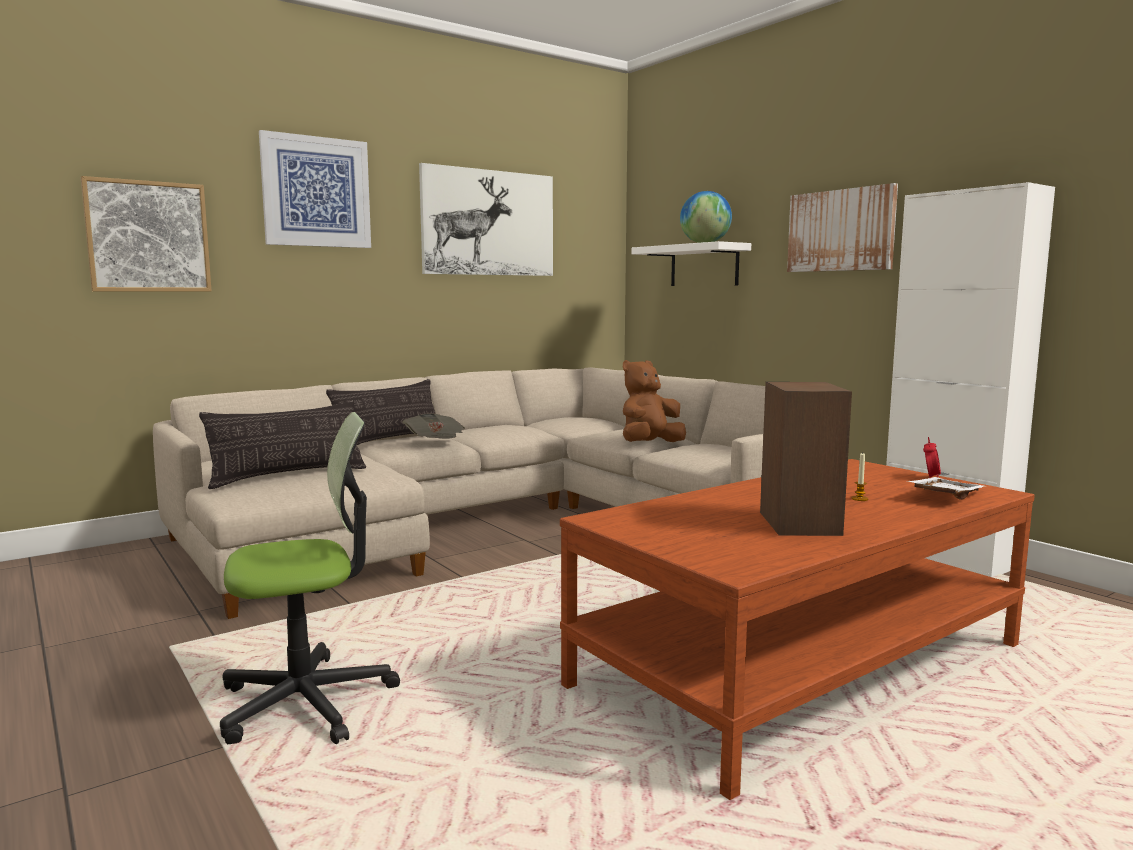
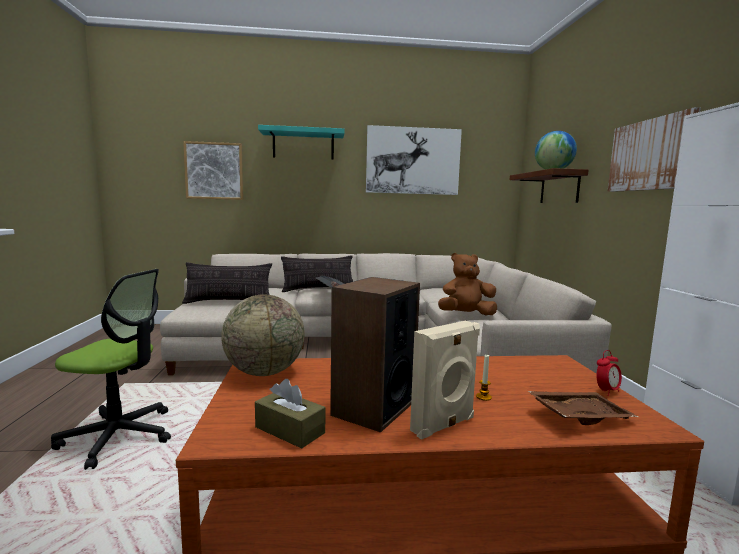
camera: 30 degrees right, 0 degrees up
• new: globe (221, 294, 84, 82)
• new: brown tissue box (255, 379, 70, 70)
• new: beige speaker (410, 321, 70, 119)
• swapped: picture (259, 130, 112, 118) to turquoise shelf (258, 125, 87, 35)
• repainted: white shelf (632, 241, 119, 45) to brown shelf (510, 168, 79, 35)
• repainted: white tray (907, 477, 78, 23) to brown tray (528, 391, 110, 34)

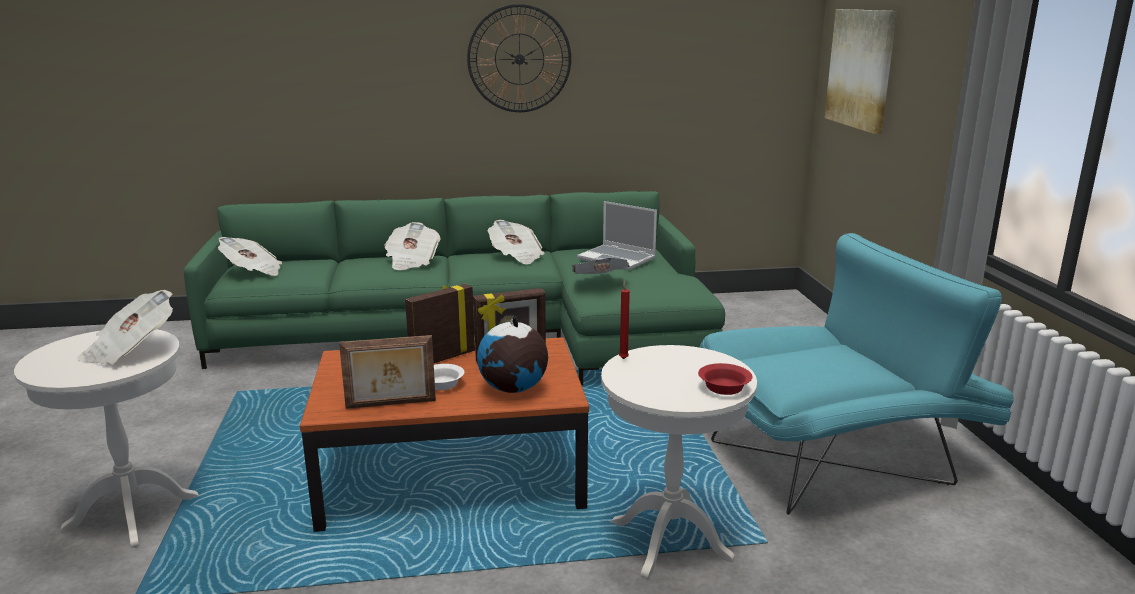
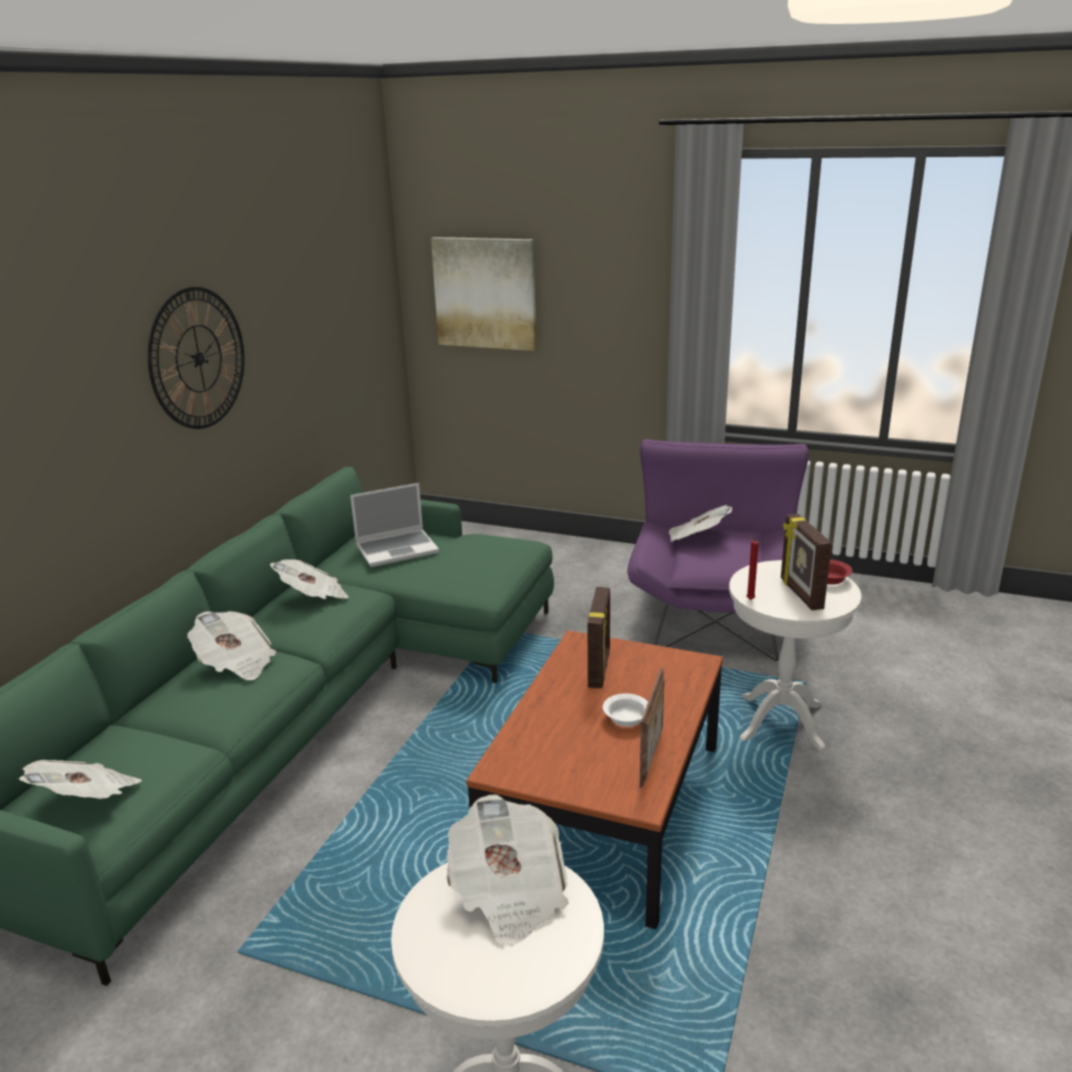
camera: 60 degrees left, 5 degrees up
• gone: globe (477, 315, 71, 78)
• shifted: picture frame (405, 284, 70, 79) to (781, 514, 51, 97)
• shifted: newspaper (571, 258, 59, 16) to (669, 505, 63, 37)
• repainted: turquoise armchair (700, 233, 314, 282) to purple armchair (627, 439, 182, 222)

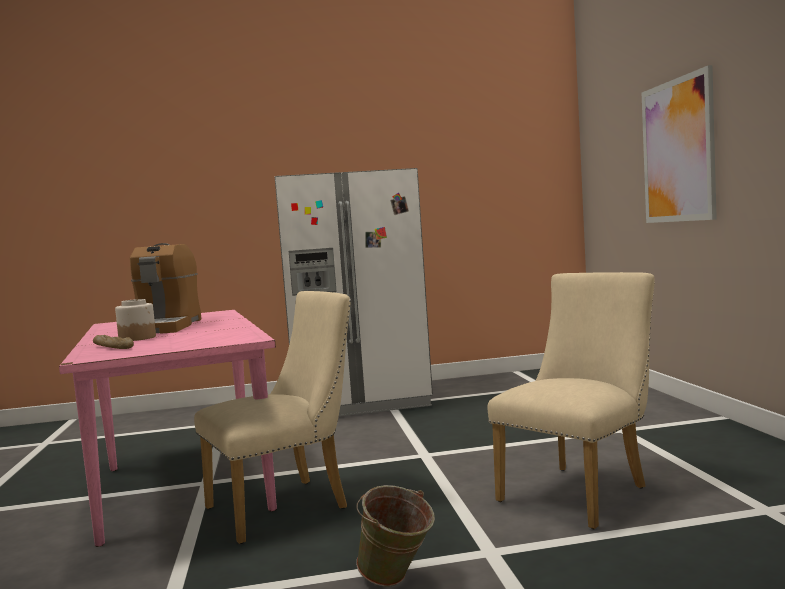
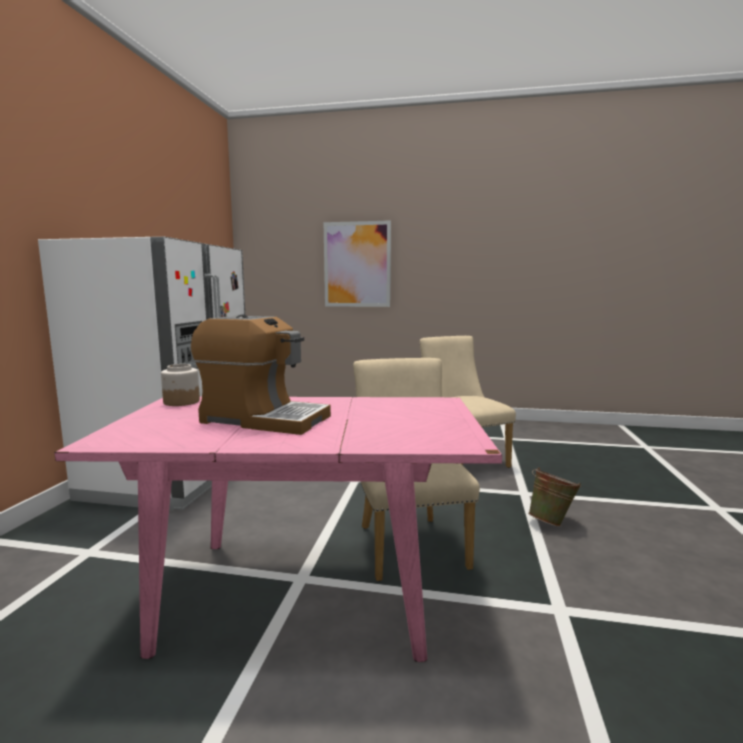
camera: 70 degrees left, 5 degrees up
• gone: bread (93, 335, 41, 14)
• shifted: jar (115, 299, 41, 42) to (161, 364, 39, 42)

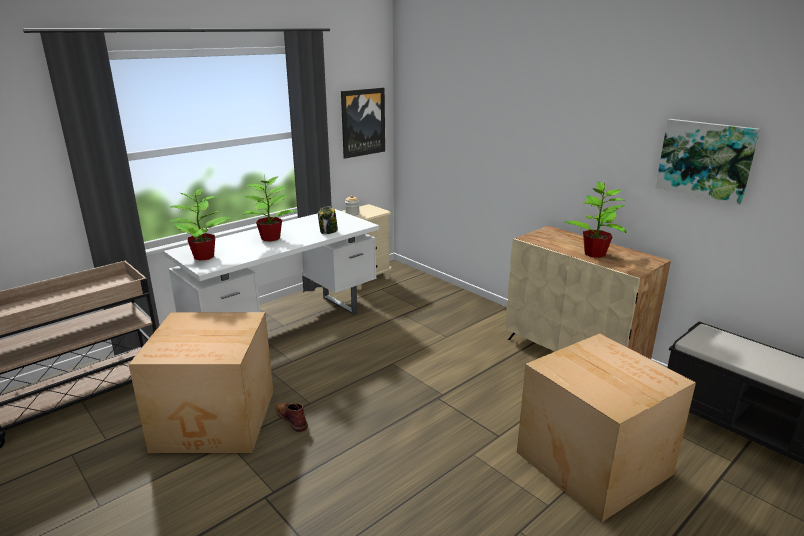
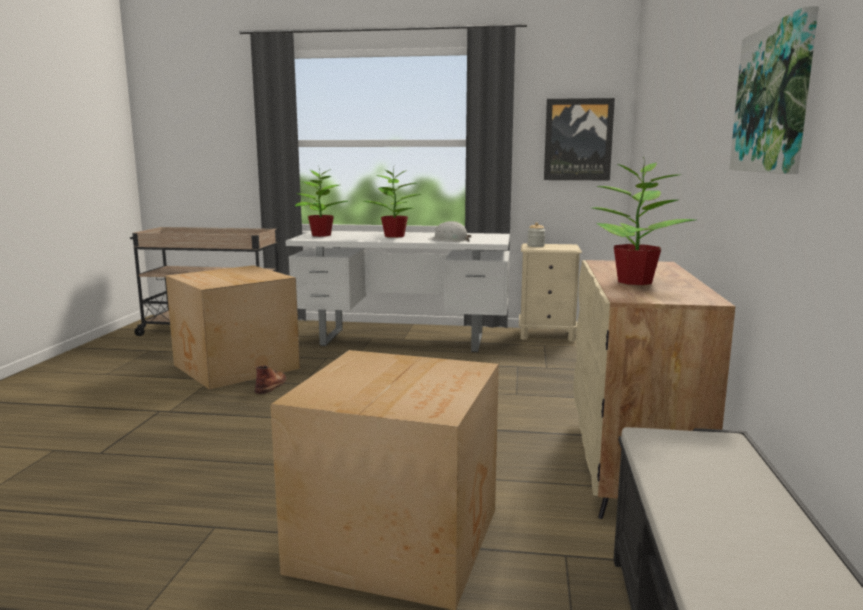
camera: 50 degrees right, 10 degrees down
• swapped: jar (318, 206, 20, 28) to white hard hat (428, 221, 43, 21)

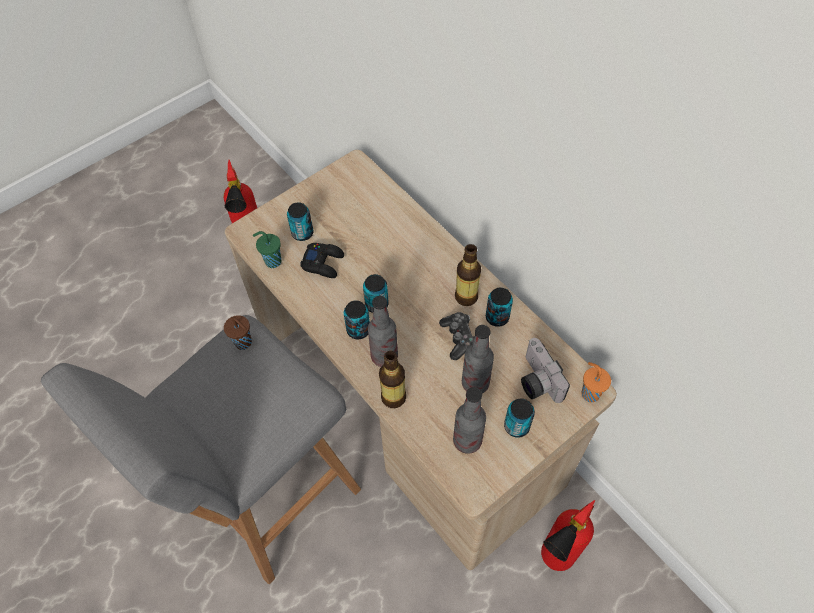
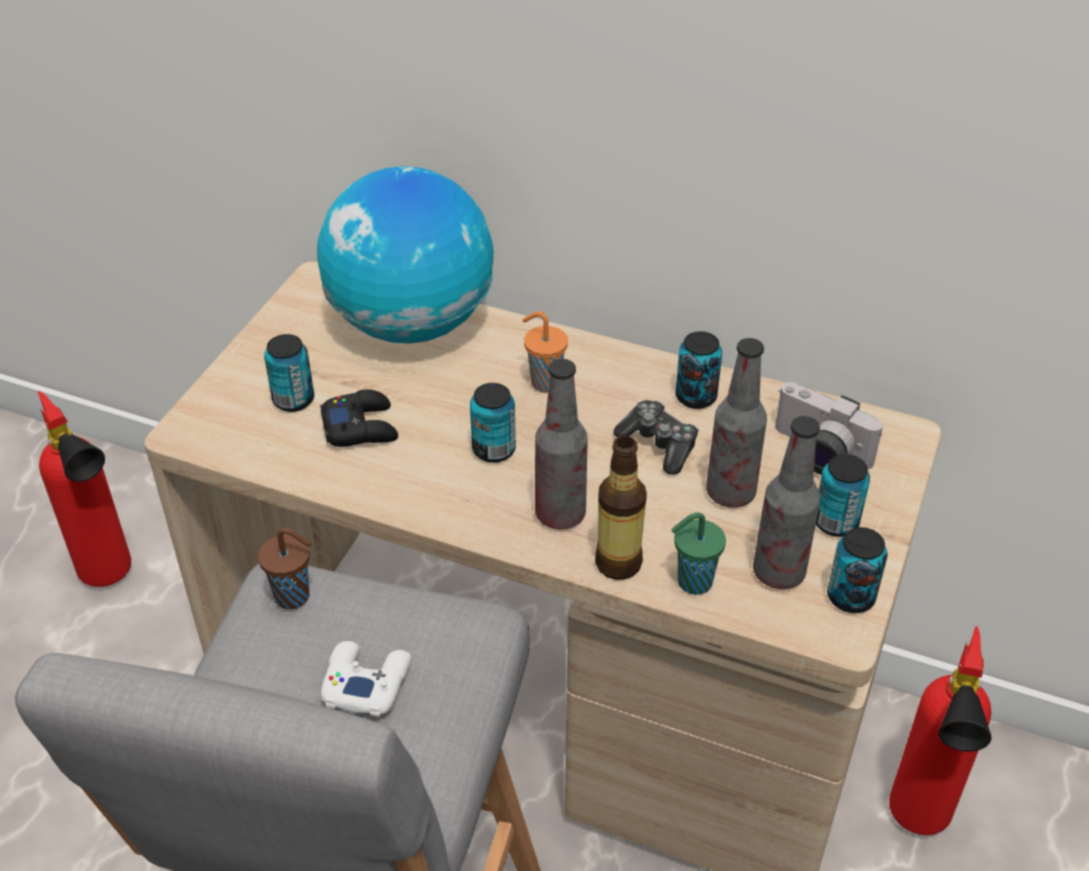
camera: 30 degrees left, 15 degrees down
• gone: bottle (455, 244, 26, 62)
• new: globe (317, 166, 177, 178)
• new: white game controller (321, 641, 90, 76)
• shifted: green cup (253, 231, 29, 37) to (671, 512, 55, 83)
• shifted: can (344, 300, 26, 39) to (827, 527, 61, 86)
• shifted: orange cup (582, 362, 29, 40) to (522, 311, 46, 82)

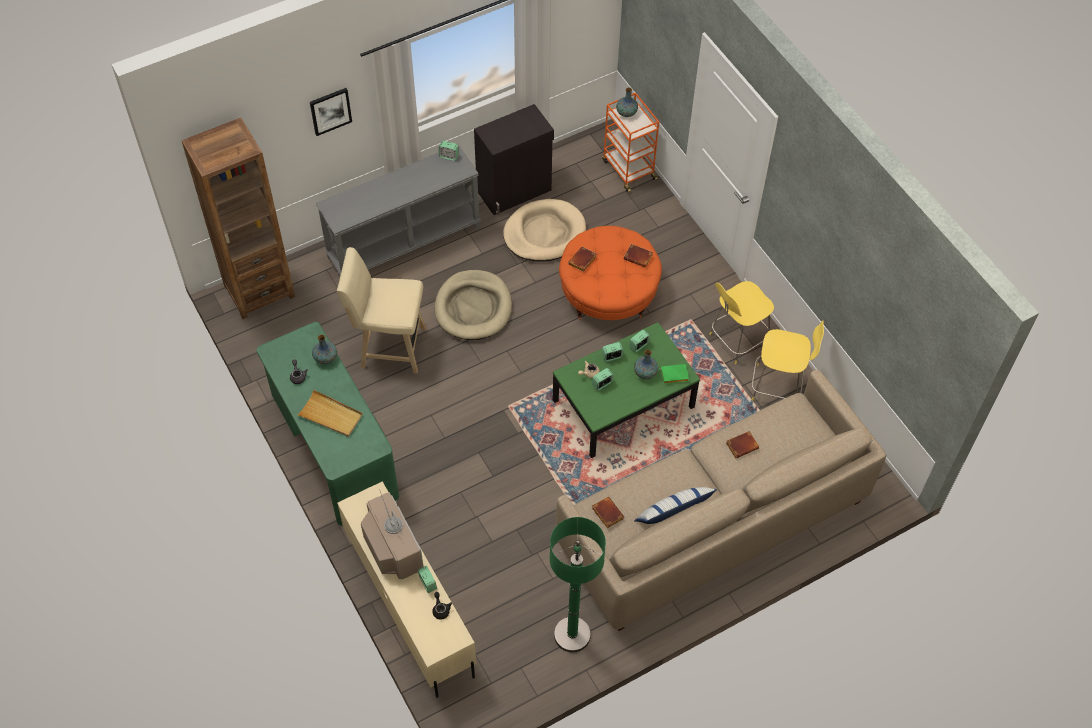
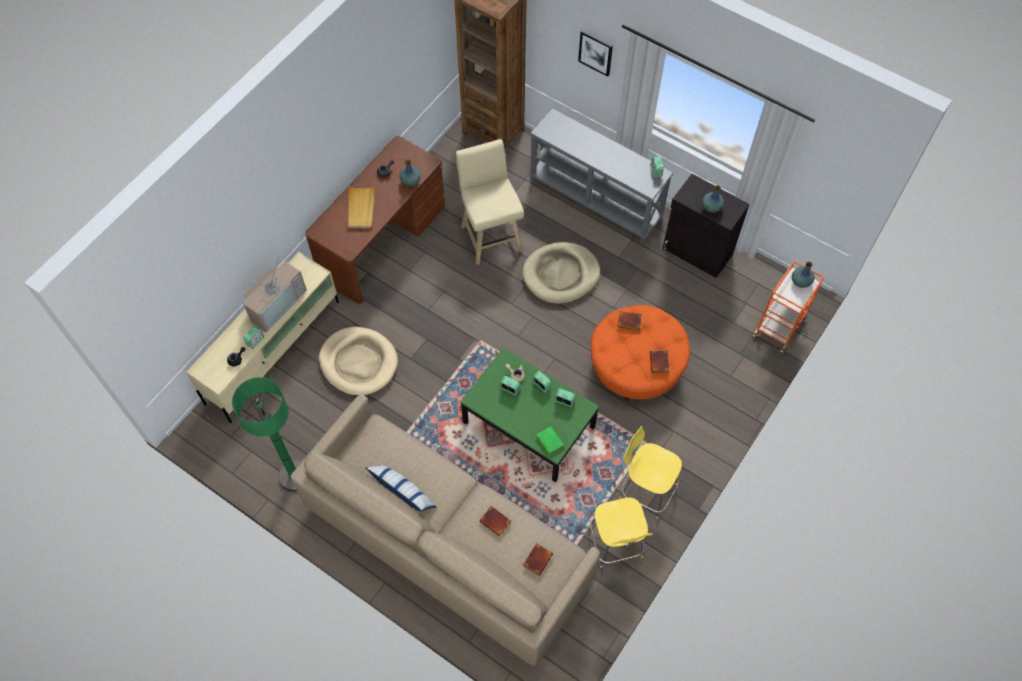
camera: 65 degrees right, 5 degrees up
• shifted: beige dog bed (503, 199, 83, 63) to (319, 327, 79, 69)
• shifted: brown book (592, 497, 32, 31) to (523, 543, 30, 33)
• shifted: vase (634, 350, 24, 29) to (702, 186, 22, 27)
• repainted: green desk (256, 322, 143, 204) to brown desk (306, 136, 139, 168)

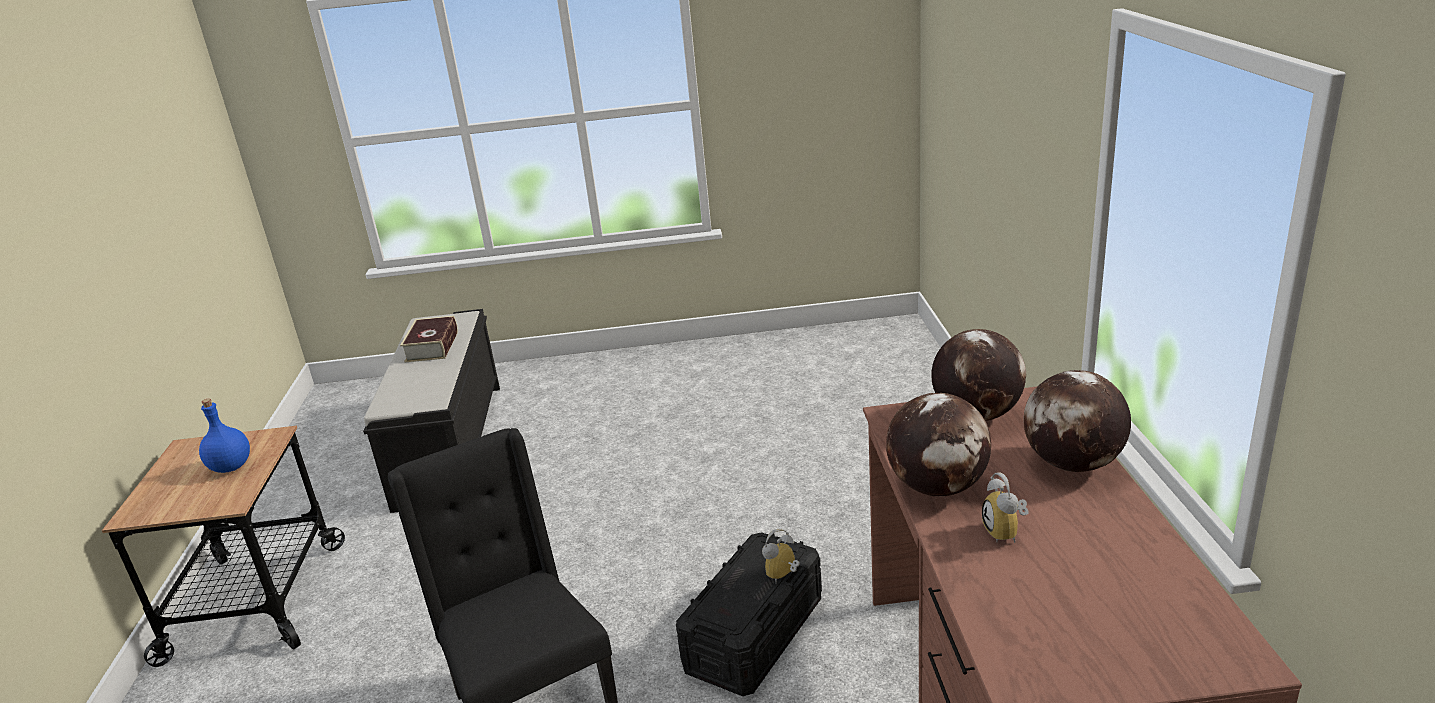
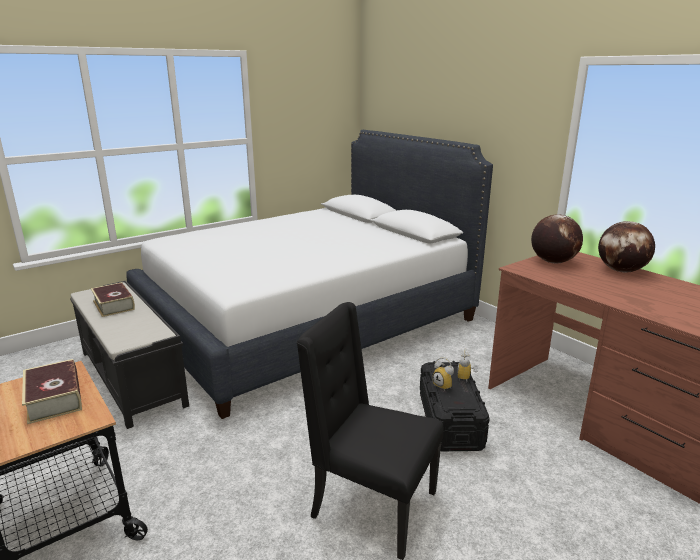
camera: 35 degrees left, 5 degrees down
• gone: globe (886, 393, 105, 103)
• new: white bed (126, 130, 367, 289)
• shifted: alarm clock (982, 472, 47, 71) to (432, 357, 22, 33)
• swapped: blue bottle (199, 399, 51, 74) to book (22, 359, 60, 65)

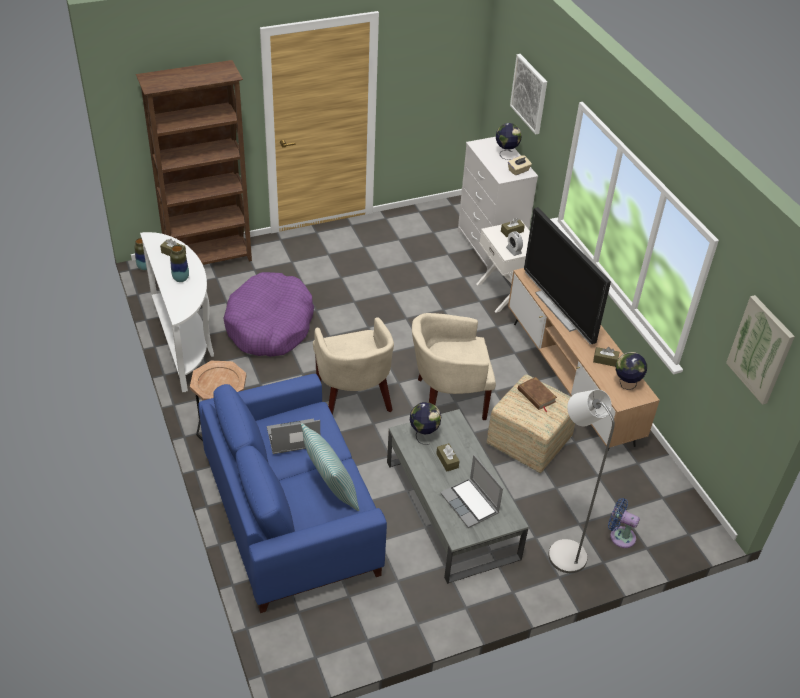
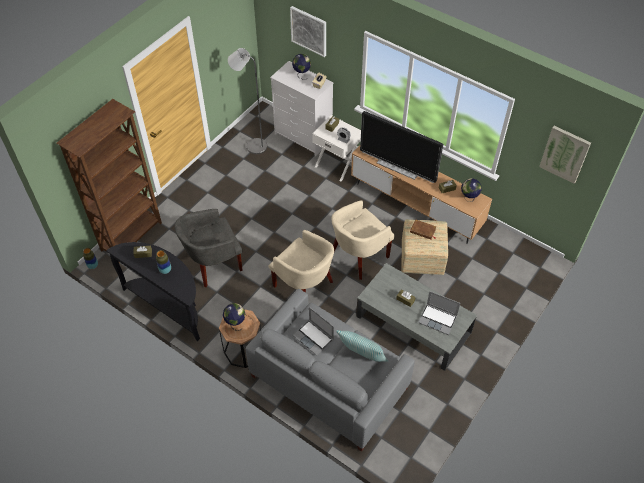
camera: 30 degrees left, 10 degrees up
• gone: blue fan (608, 498, 32, 50)
• shifted: globe (410, 402, 31, 43) to (223, 303, 22, 28)
• shifted: grey floor lamp (548, 389, 67, 184) to (228, 48, 39, 106)
• swapped: purple dog bed (224, 272, 90, 85) to grey armchair (175, 209, 67, 79)
• repainted: white console table (140, 232, 74, 160) to black console table (106, 242, 94, 99)
• repainted: blue sofa (198, 374, 189, 239) to grey sofa (246, 289, 169, 163)
• rotated: laptop (267, 419, 53, 35) = (293, 307, 41, 49) 90 degrees counterclockwise

